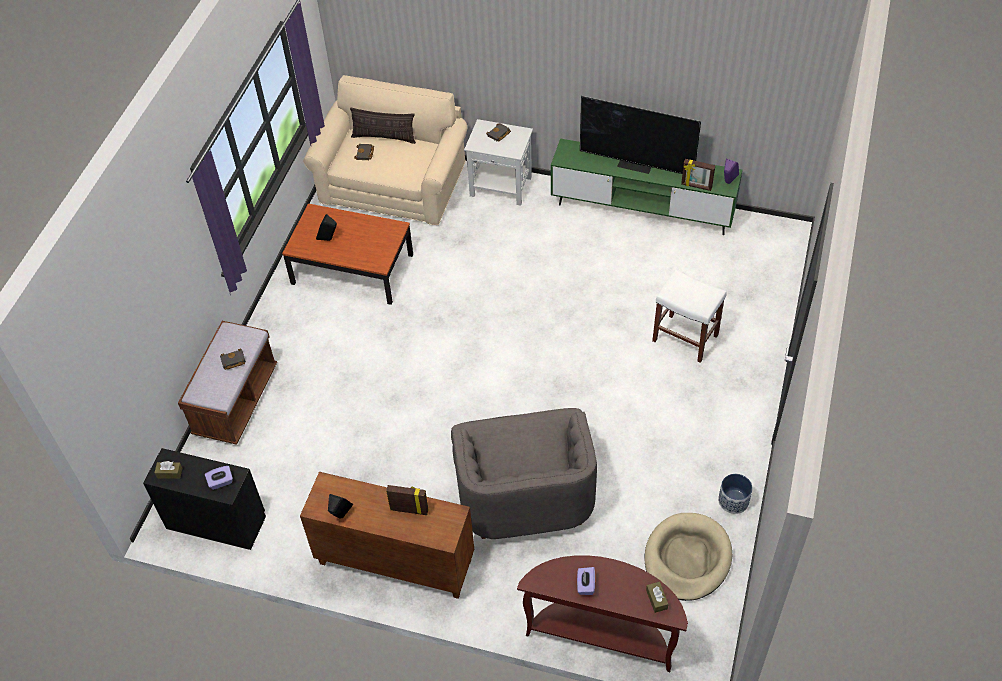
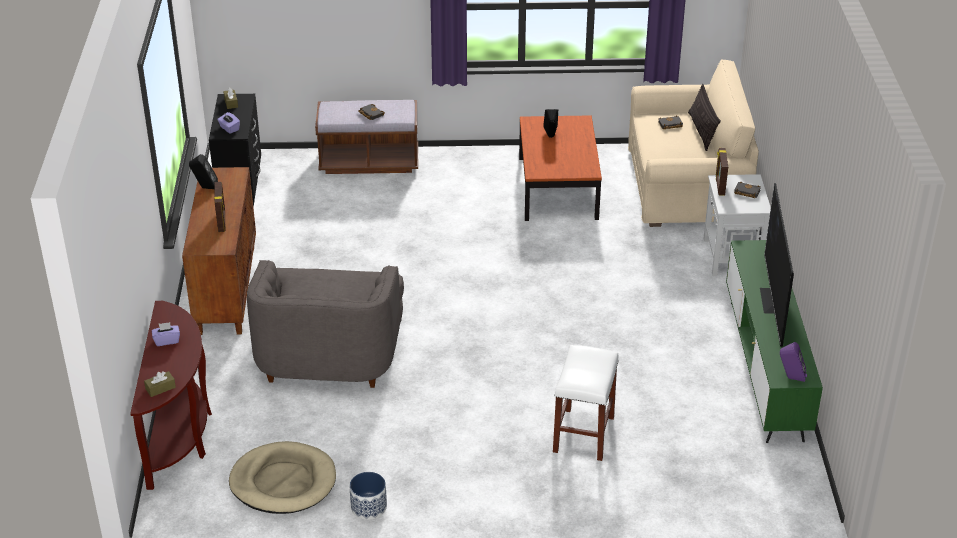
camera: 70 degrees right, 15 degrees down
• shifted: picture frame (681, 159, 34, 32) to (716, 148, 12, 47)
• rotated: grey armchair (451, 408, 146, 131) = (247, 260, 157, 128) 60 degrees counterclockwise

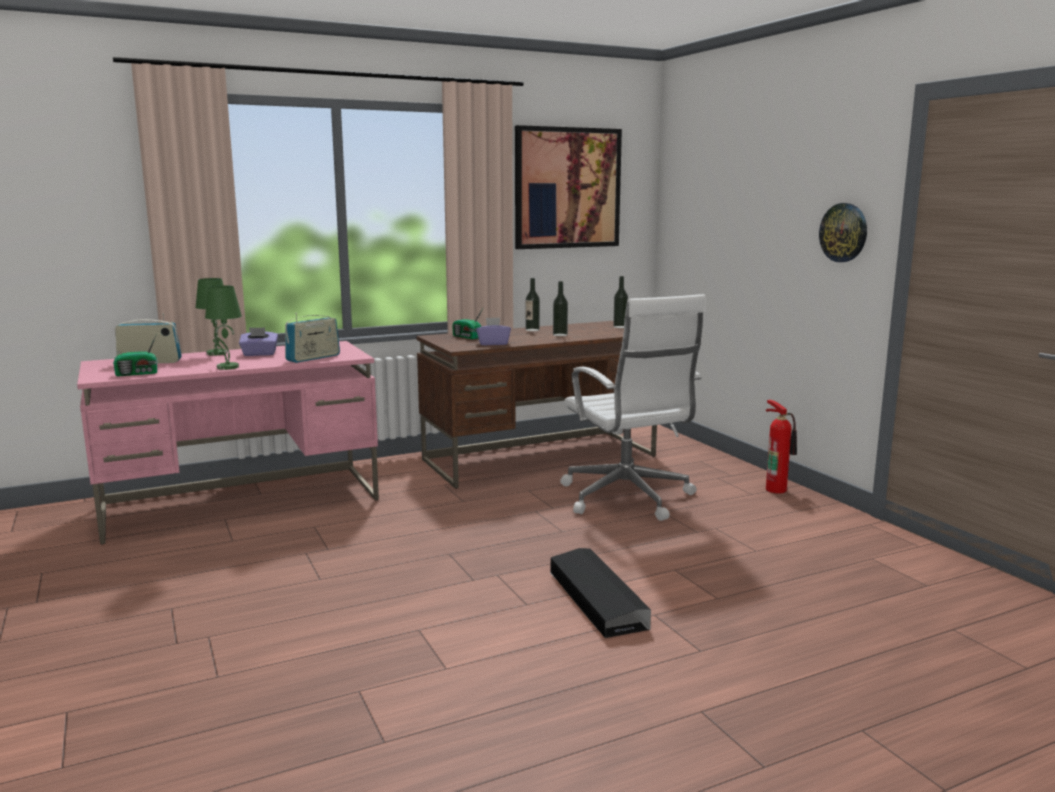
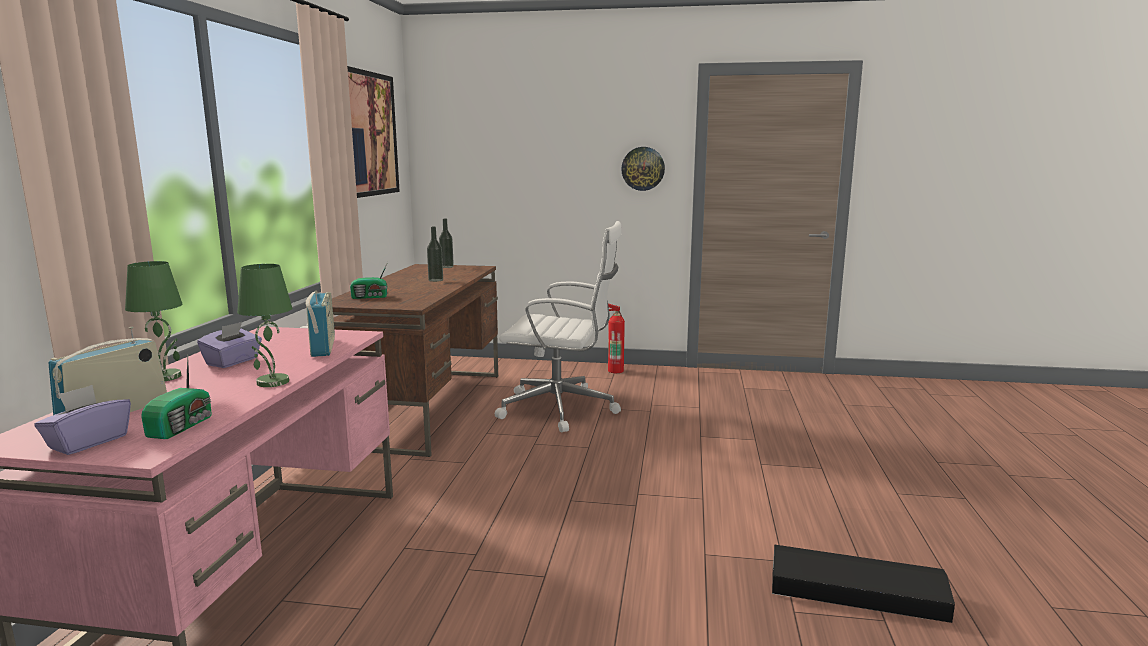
camera: 55 degrees left, 0 degrees up
• gone: bottle (525, 278, 15, 53)
• shifted: purple tissue box (476, 317, 35, 28) to (34, 385, 97, 70)
• shifted: black storage box (551, 548, 100, 90) to (772, 544, 183, 79)

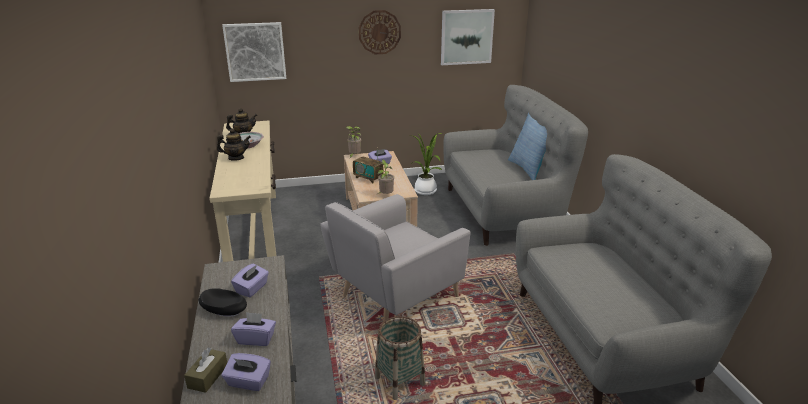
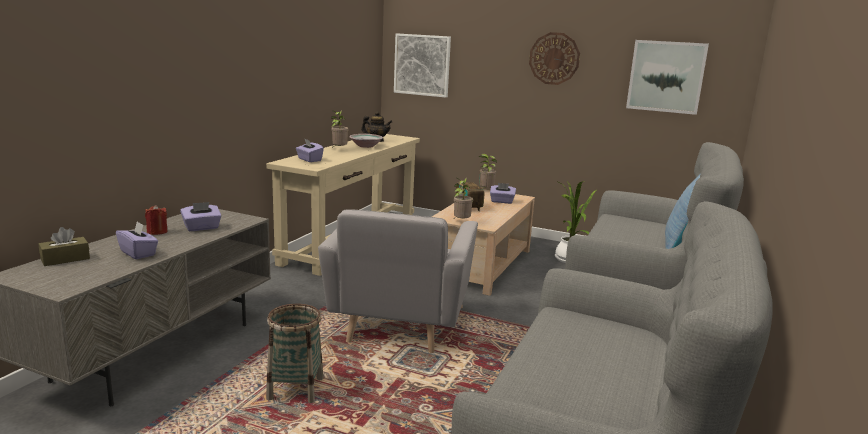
camera: 35 degrees right, 10 degrees down
• shifted: purple tissue box (221, 353, 50, 38) to (296, 138, 28, 24)
• swapped: black bowl (199, 288, 48, 28) to red candle (145, 205, 23, 30)
• swapped: teapot (217, 129, 34, 32) to potted plant (331, 110, 17, 38)
• rotated: grey armchair (321, 194, 150, 128) = (318, 209, 160, 144) 75 degrees counterclockwise

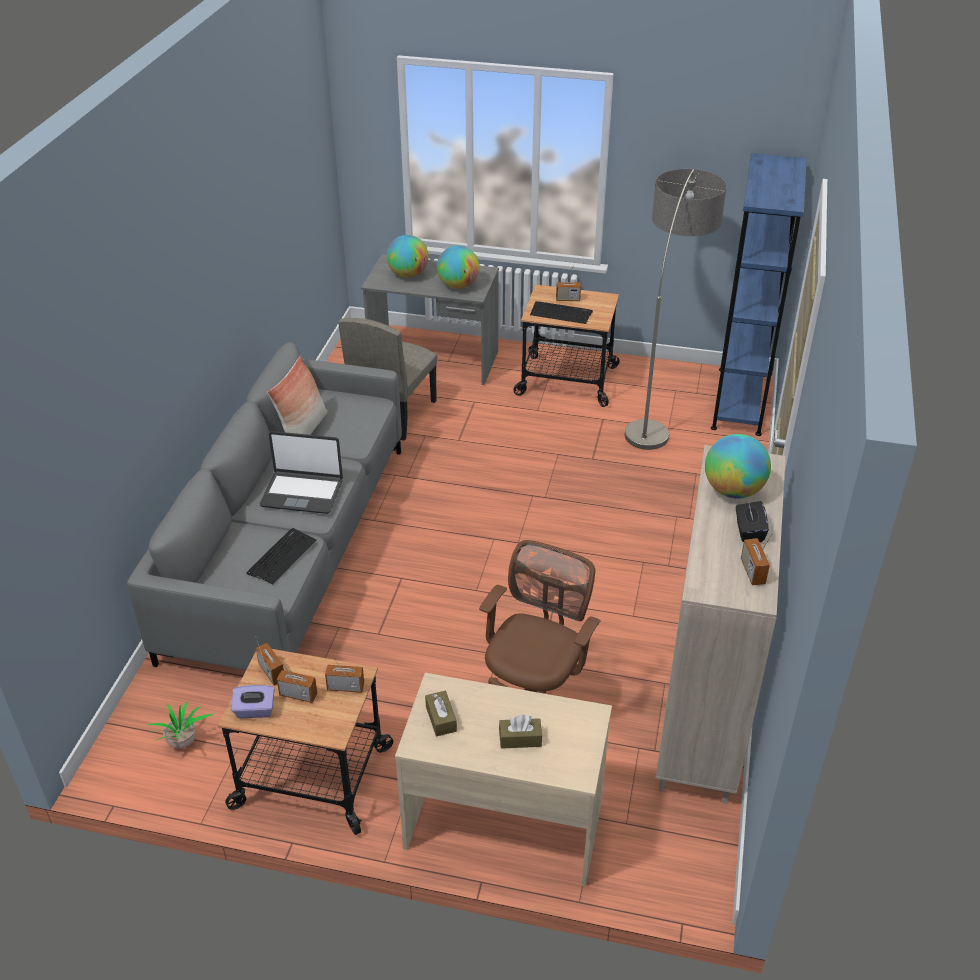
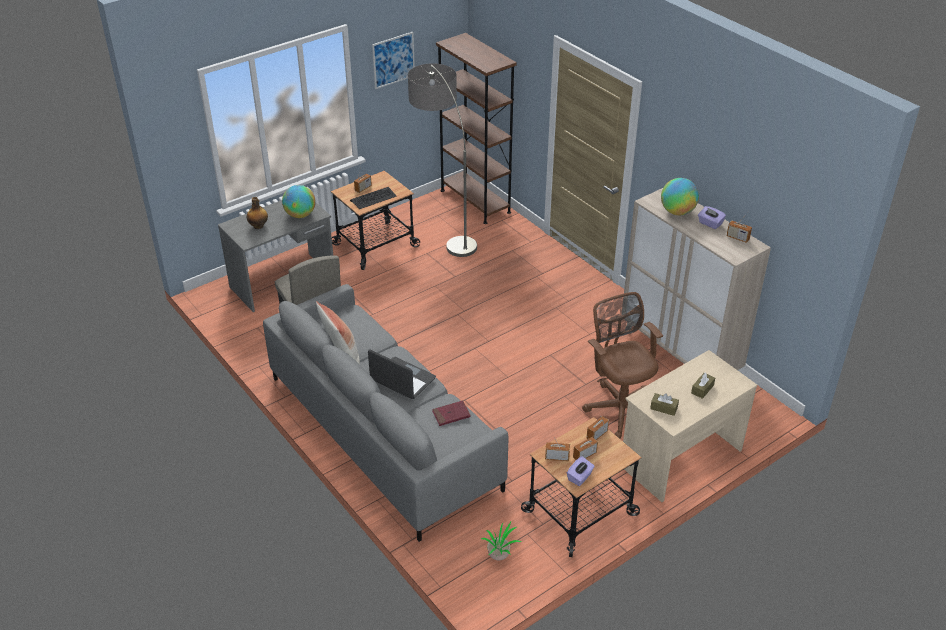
camera: 50 degrees left, 0 degrees up
• new: picture (372, 32, 43, 57)
• swapped: keyboard (246, 528, 71, 56) to red book (432, 400, 39, 26)
• swapped: globe (386, 235, 43, 43) to bottle (247, 197, 21, 32)
• repainted: blue bookcase (711, 153, 96, 283) to brown bookcase (436, 33, 81, 191)
• repainted: black tissue box (736, 501, 33, 41) to purple tissue box (698, 206, 28, 23)
• rotated: laptop (260, 431, 83, 83) = (368, 349, 68, 50) 105 degrees counterclockwise

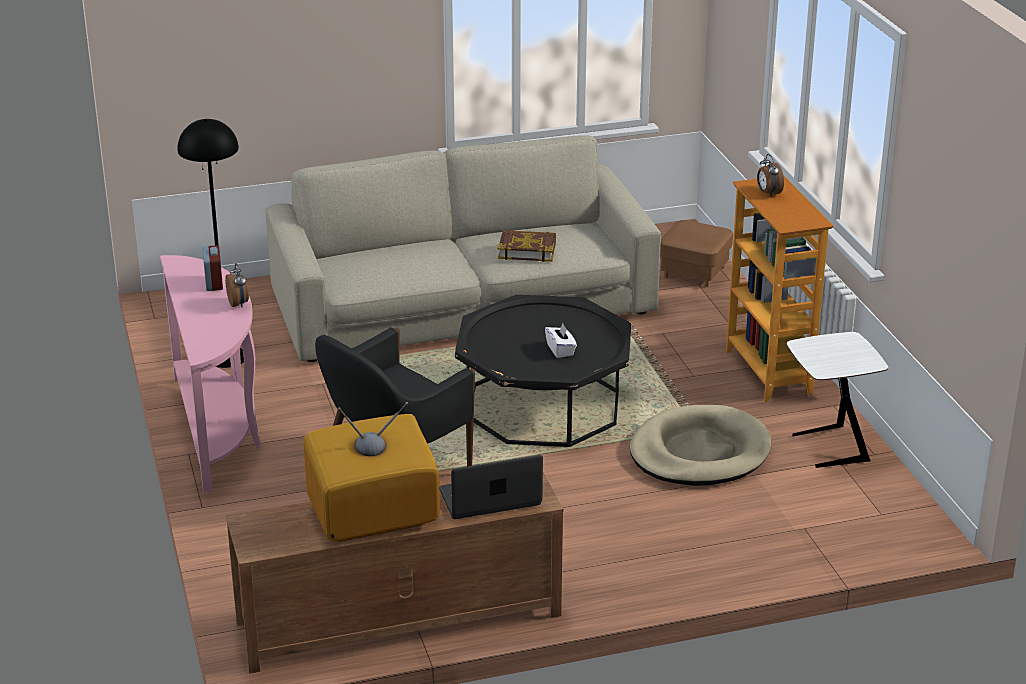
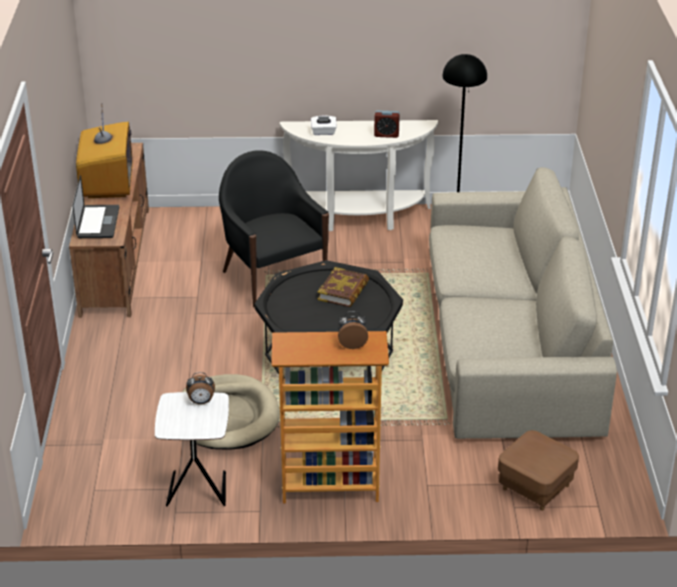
camera: 105 degrees right, 5 degrees up
• shifted: alarm clock (225, 263, 24, 45) to (186, 372, 29, 32)
• shifted: book (498, 230, 58, 32) to (317, 267, 52, 40)
• shifted: white tissue box (545, 323, 32, 35) to (311, 116, 26, 19)
• repainted: pink console table (160, 255, 101, 238) to white console table (280, 120, 158, 111)

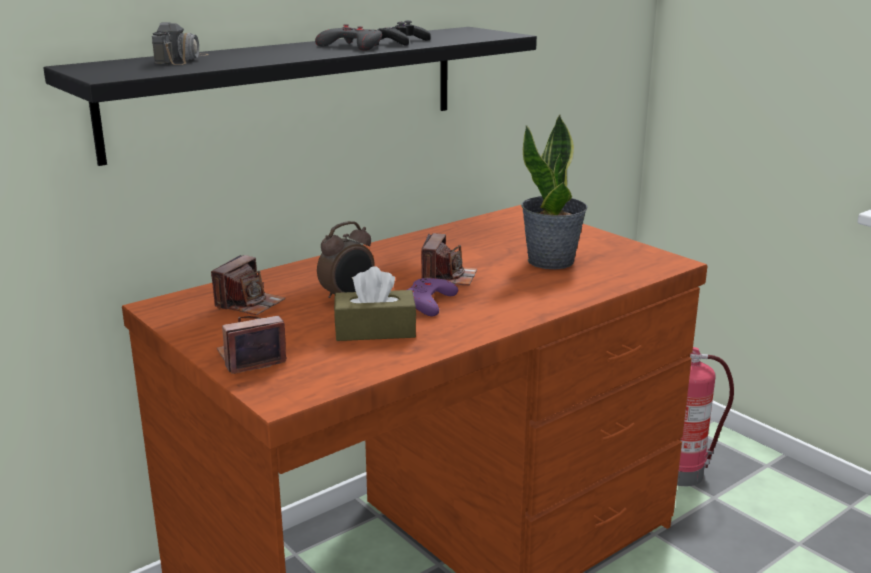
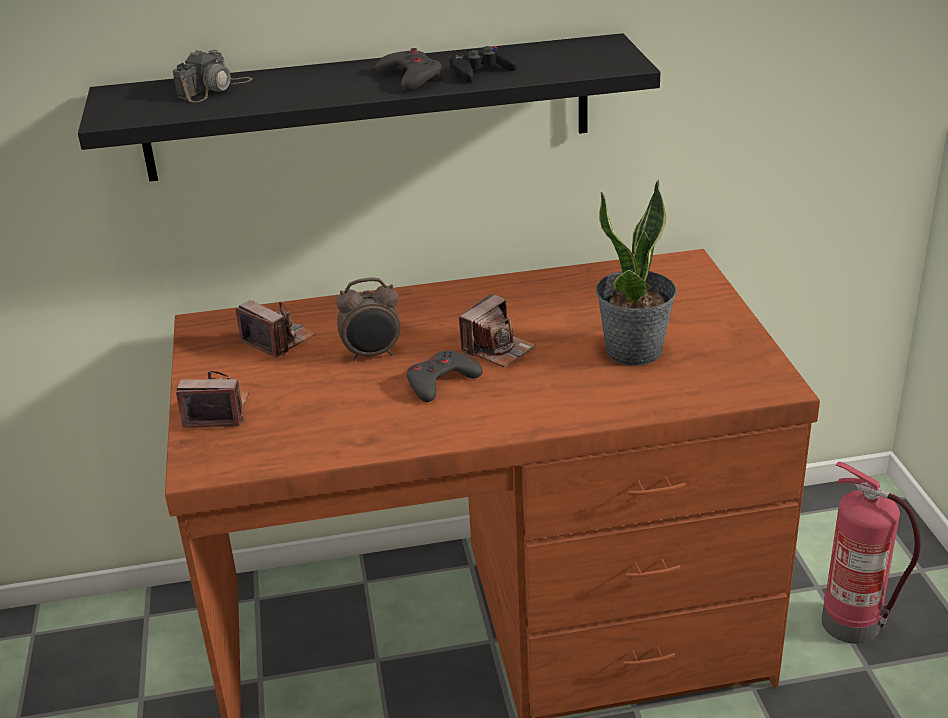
camera: 30 degrees right, 10 degrees up
• gone: brown tissue box (334, 267, 83, 74)
• repainted: purple game controller (407, 278, 51, 38) to grey game controller (407, 351, 76, 51)
• rotated: photo camera (211, 255, 74, 60) = (236, 300, 80, 58) 105 degrees counterclockwise

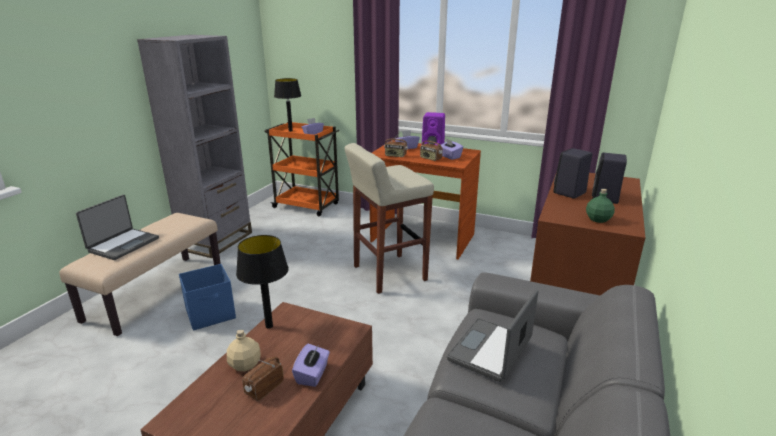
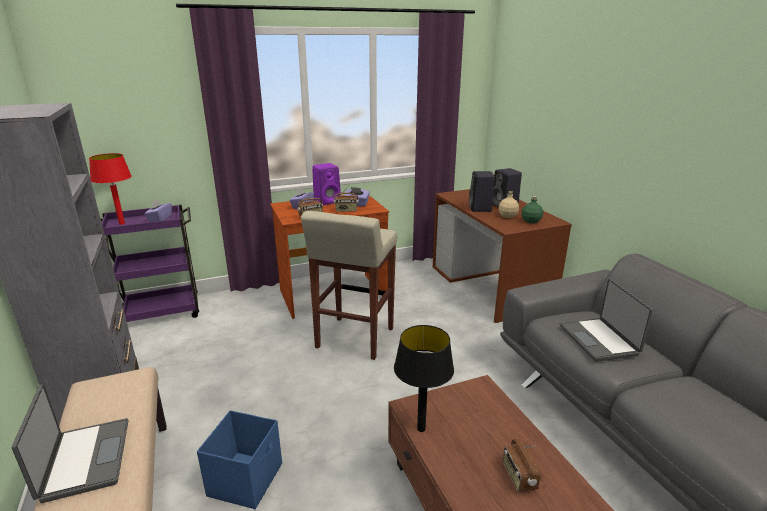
camera: 45 degrees left, 0 degrees up
• gone: purple tissue box (292, 343, 38, 44)
• shifted: beige bottle (227, 329, 34, 42) to (499, 191, 20, 27)
• repainted: orange cart (264, 122, 75, 94) to purple cart (101, 204, 98, 118)
• repainted: black table lamp (274, 78, 27, 54) to red table lamp (89, 153, 43, 72)

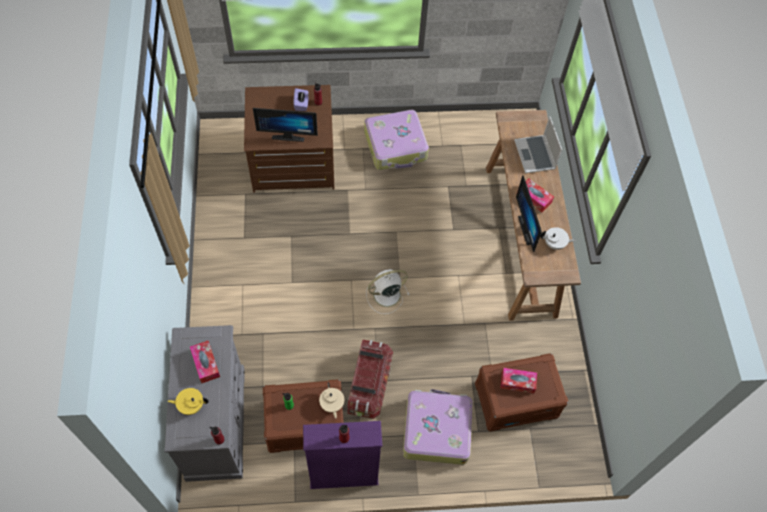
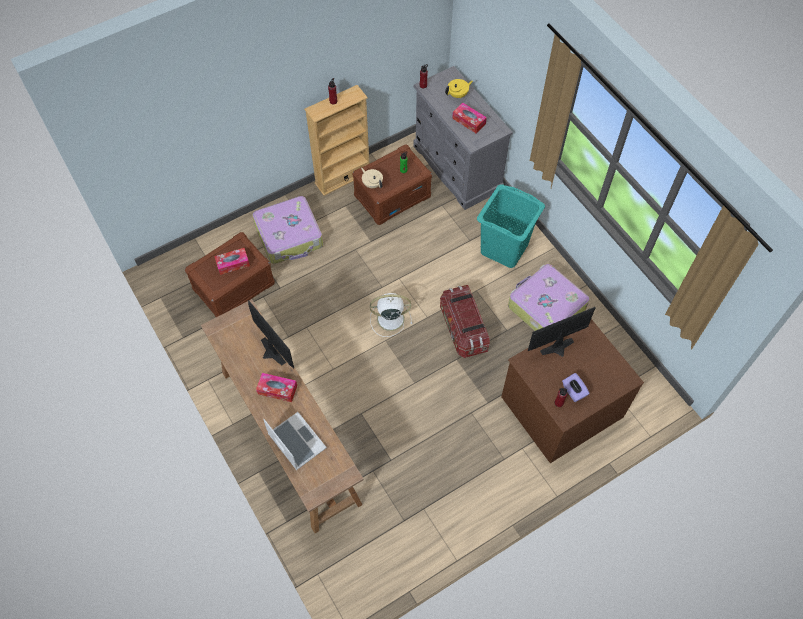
camera: 155 degrees right, 0 degrees up
• gone: white teapot (540, 227, 36, 23)
• new: turquoise laundry basket (477, 185, 68, 83)
• shifted: storage box (347, 340, 46, 79) to (440, 285, 50, 73)
• shifted: suitcase (364, 110, 65, 60) to (508, 264, 82, 67)
• repainted: purple bookcase (303, 421, 79, 68) to beige bookcase (304, 85, 65, 111)
• rotated: white fan (366, 269, 44, 45) = (370, 293, 42, 44) 135 degrees counterclockwise

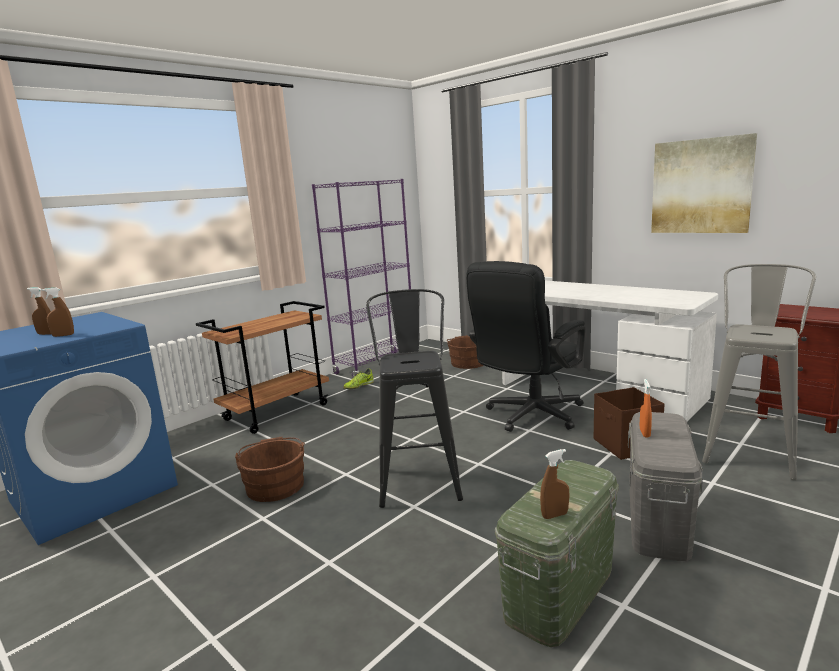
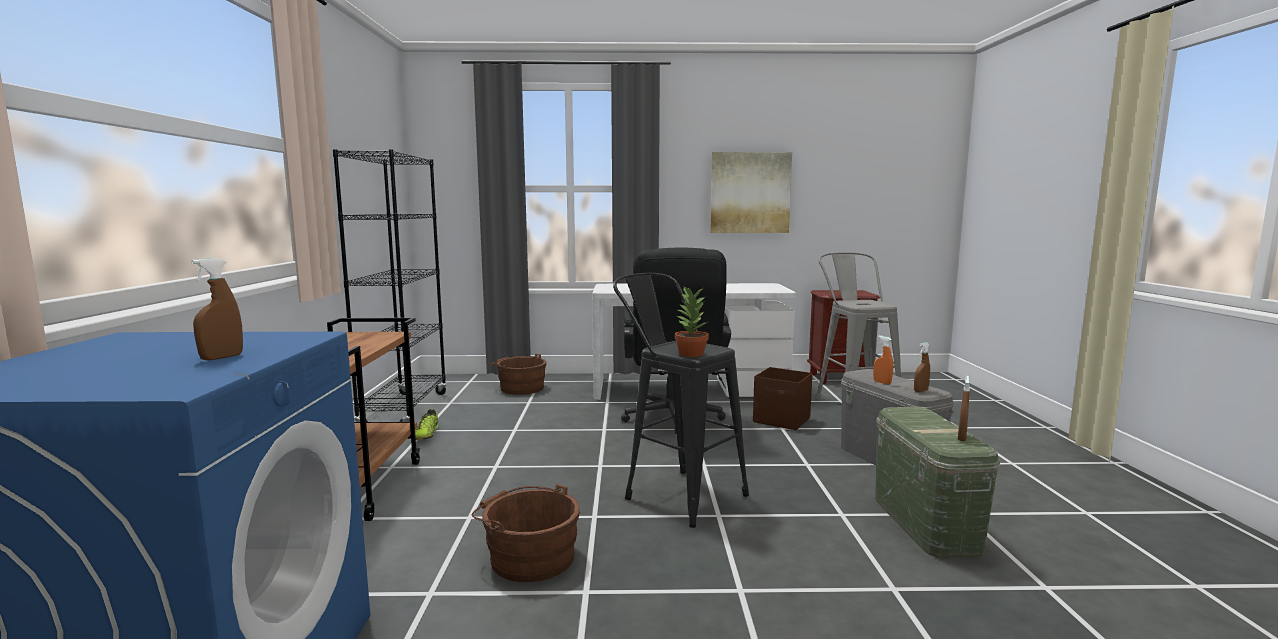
camera: 45 degrees left, 5 degrees down
• new: potted plant (675, 286, 34, 71)
• shifted: brown spray bottle (27, 287, 24, 48) to (914, 342, 16, 50)
• repainted: purple bookcase (312, 179, 99, 198) to black bookcase (333, 149, 114, 273)

